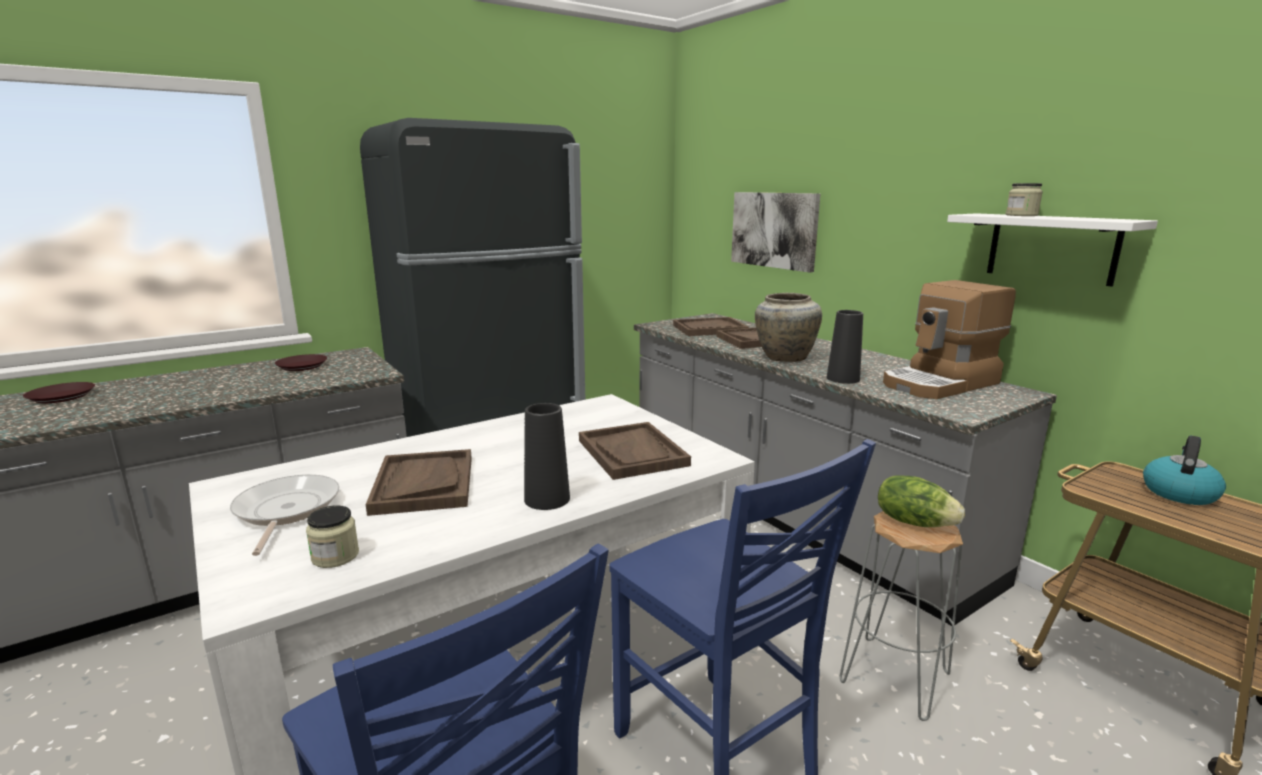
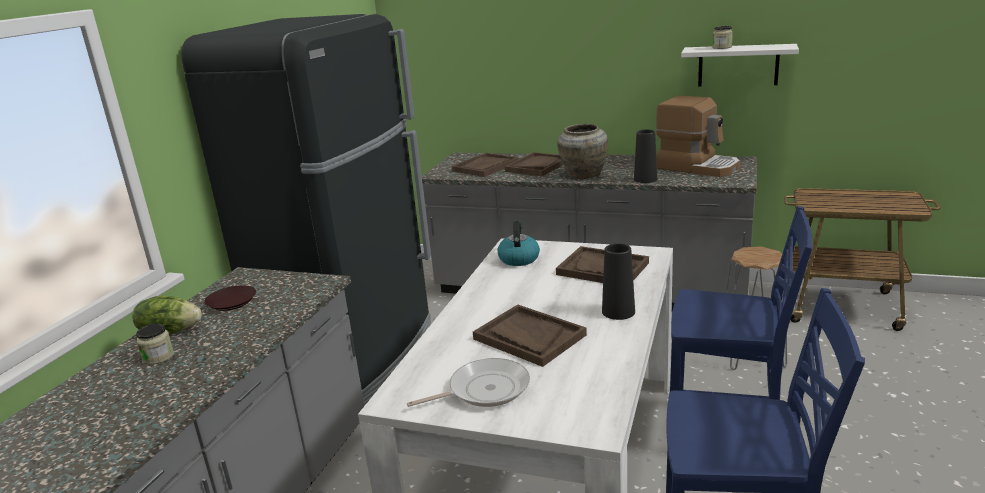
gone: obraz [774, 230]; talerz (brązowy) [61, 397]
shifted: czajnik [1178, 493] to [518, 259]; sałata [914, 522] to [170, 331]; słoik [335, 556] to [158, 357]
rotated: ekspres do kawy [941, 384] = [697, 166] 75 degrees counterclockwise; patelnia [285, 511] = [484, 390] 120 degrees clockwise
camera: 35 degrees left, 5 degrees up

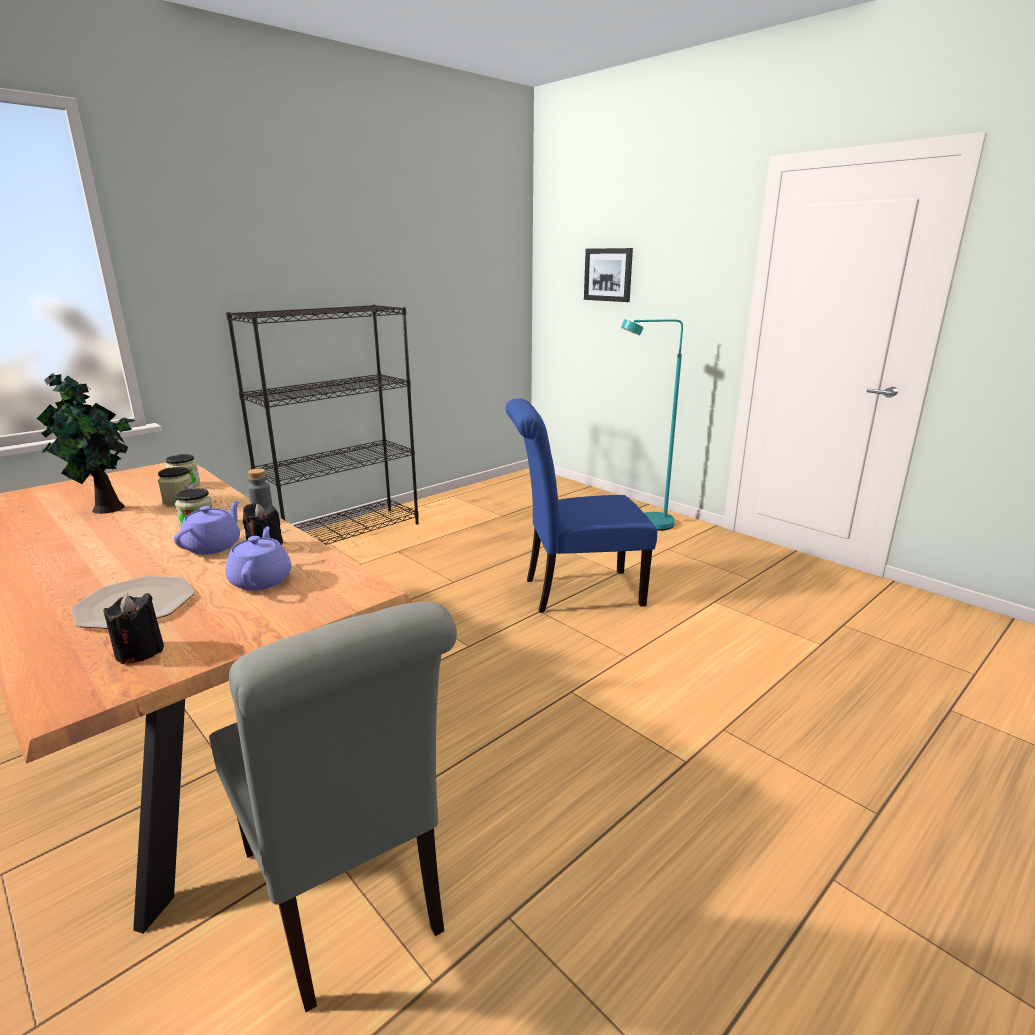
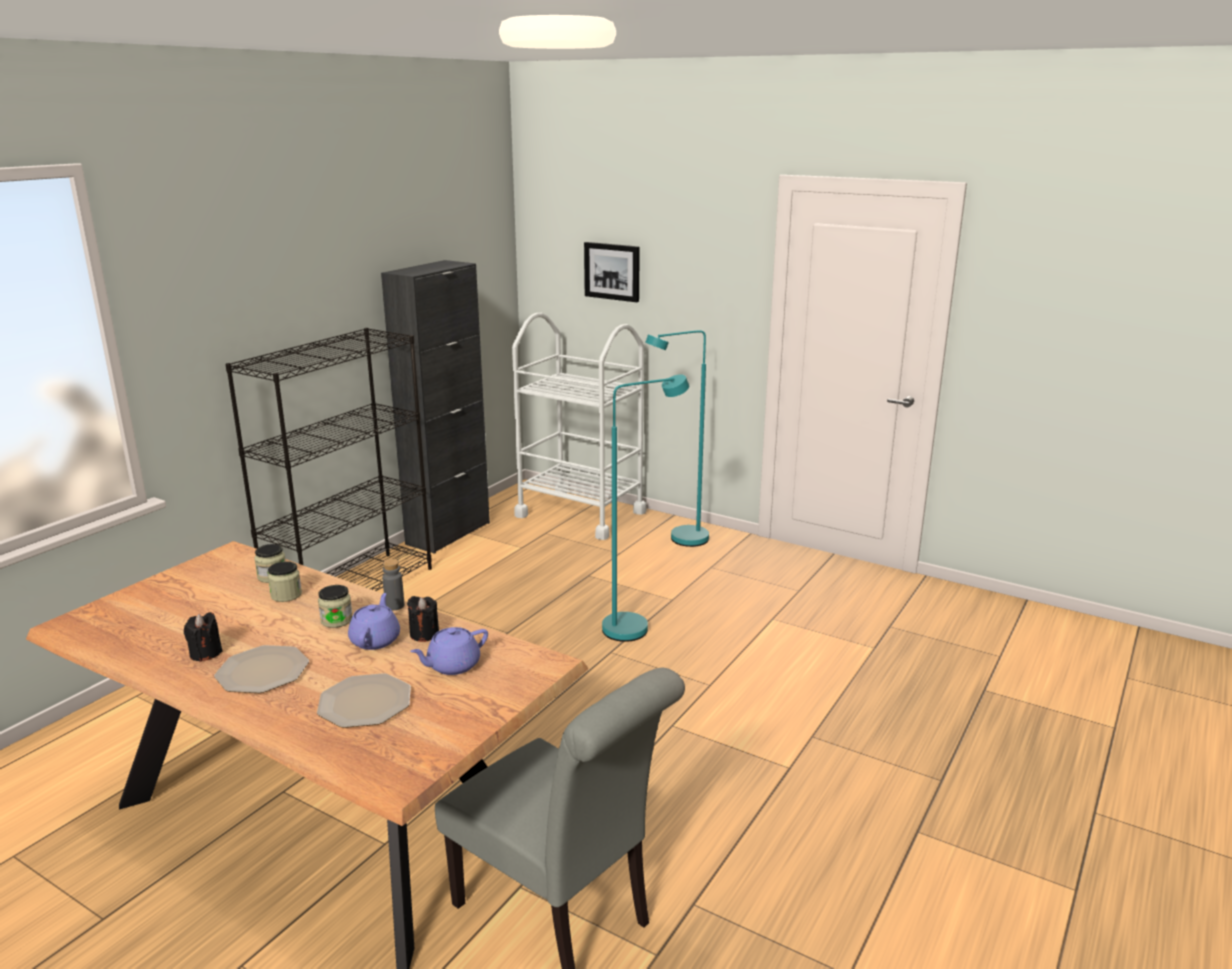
gone: roślina doniczkowa [106, 509]
new: szafka (czarny) [448, 533]; wózek (biały) [581, 514]; talerz [261, 671]
shifted: świeca (czarny) [140, 651] to [206, 653]
swapped: krzesło (niebieski) [575, 592] to lampa stojąca (turkusowy) [637, 627]
rotated: imbryk (fioletowy) [261, 580] = [452, 666] 105 degrees counterclockwise
camera: 15 degrees left, 0 degrees up

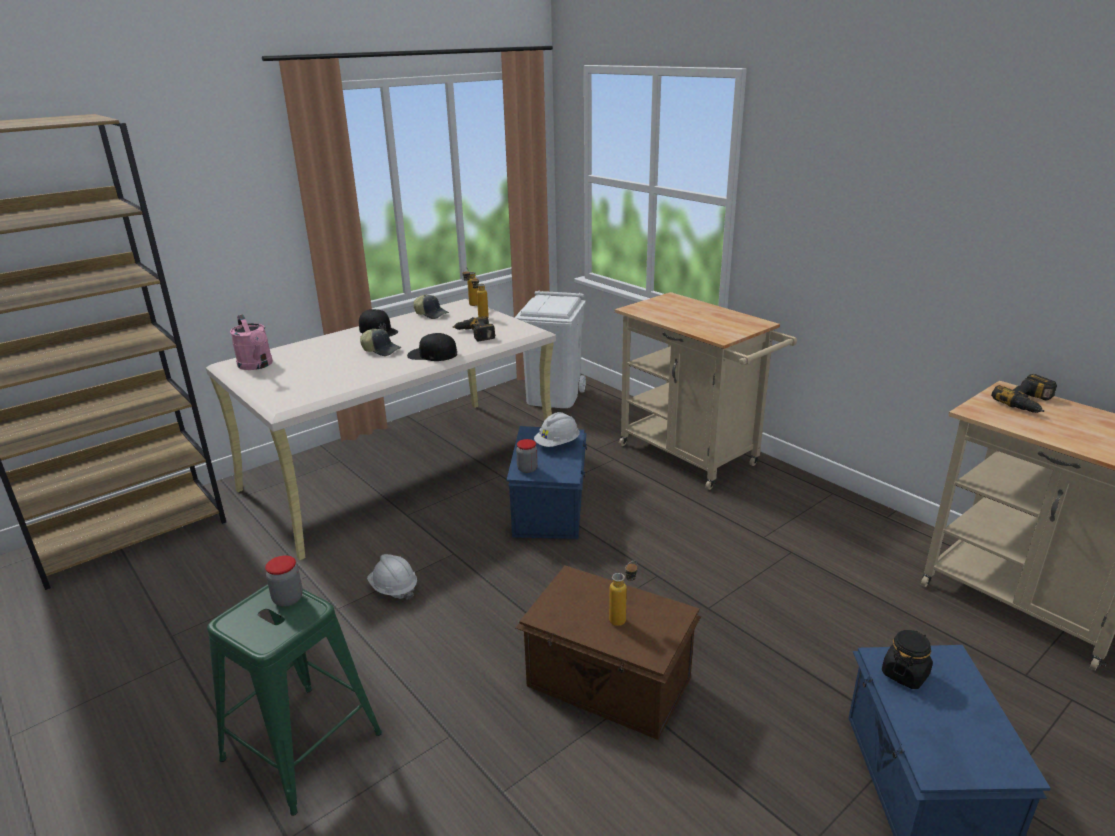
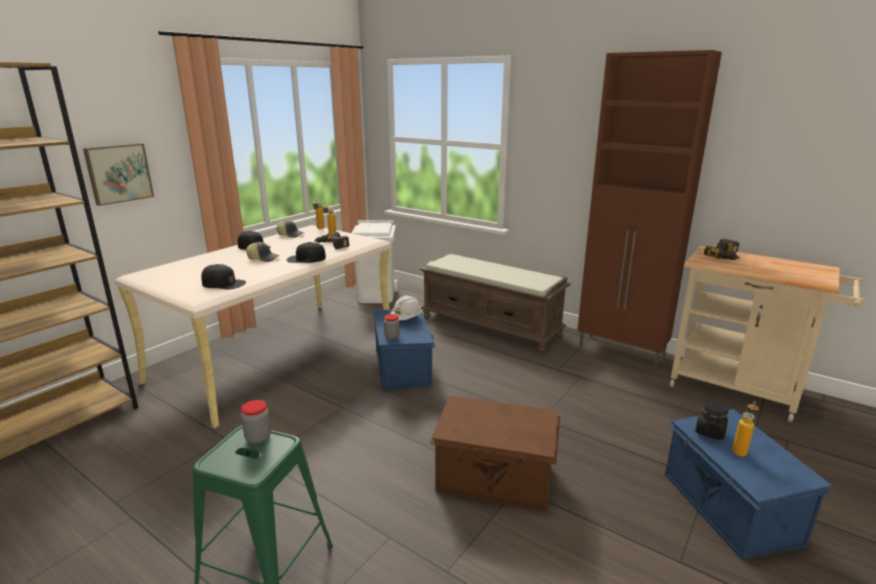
gone: konewka (różowy) [257, 365]; kask (biały) [393, 589]
new: szafka (brązowy) [622, 351]; obraz [118, 173]; czapka z daszkiem (czarny) [223, 283]
shifted: butelka [623, 618] to [740, 450]
swapped: wózek (beżowy) [694, 458] to ławka (brązowy) [491, 326]
camera: 15 degrees left, 5 degrees down

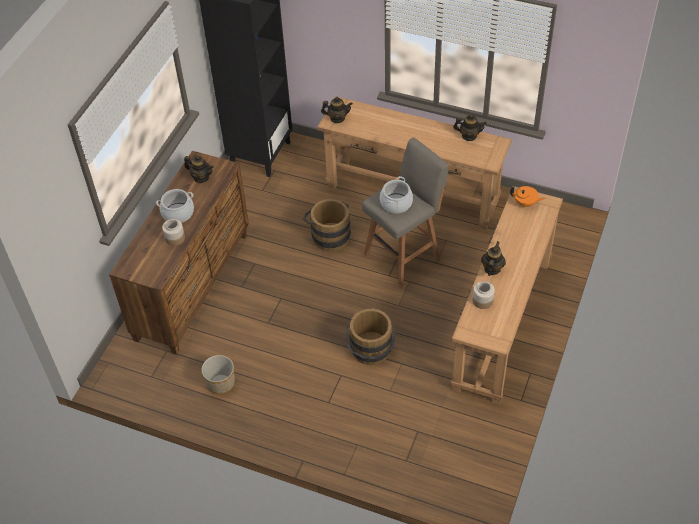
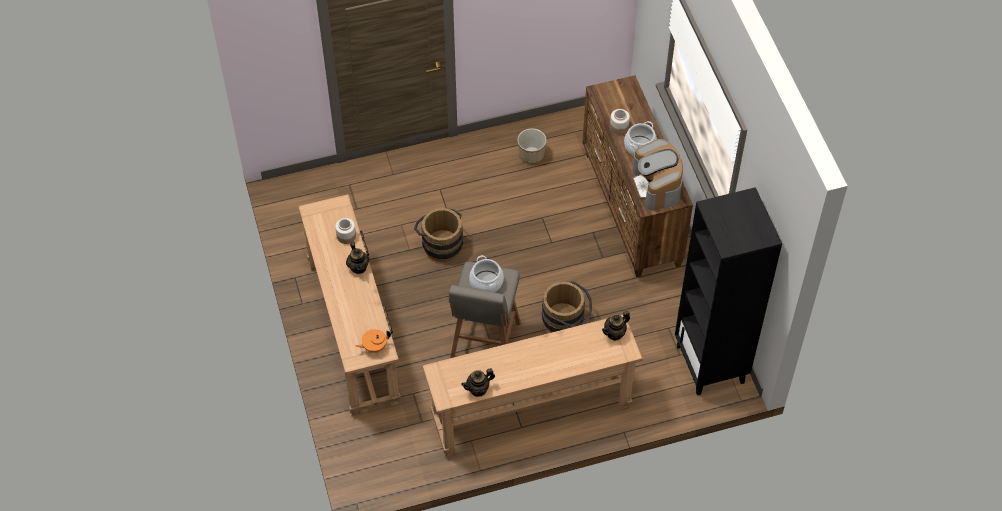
swapped: imbryk [201, 177] to ekspres do kawy [657, 186]
camera: 140 degrees right, 5 degrees up

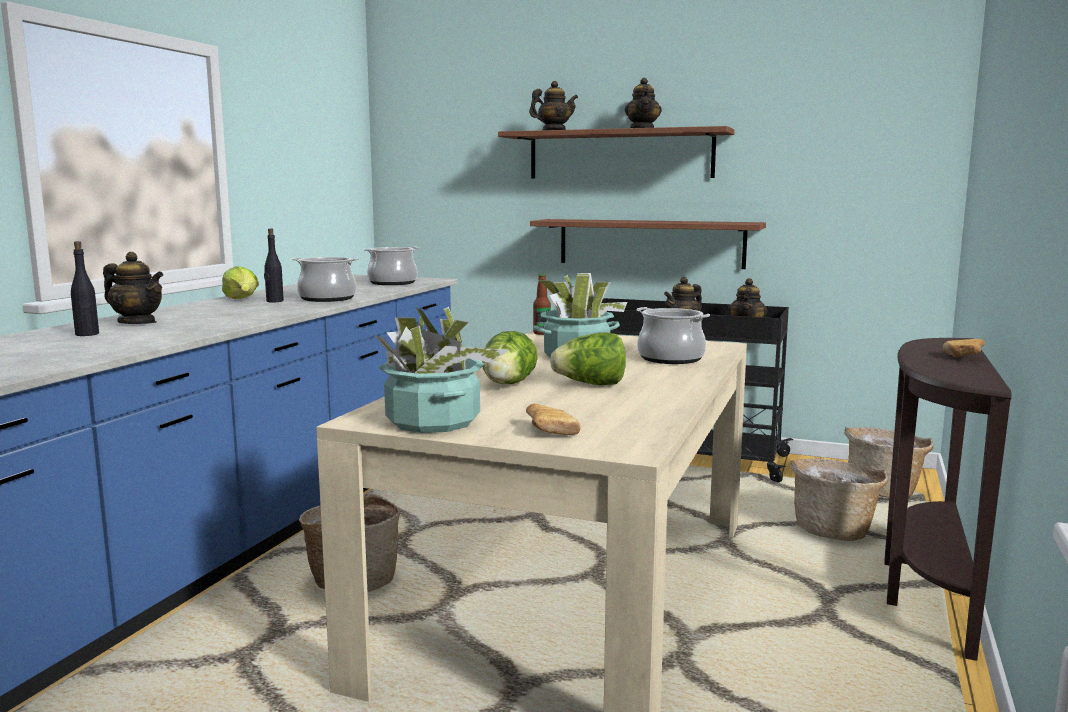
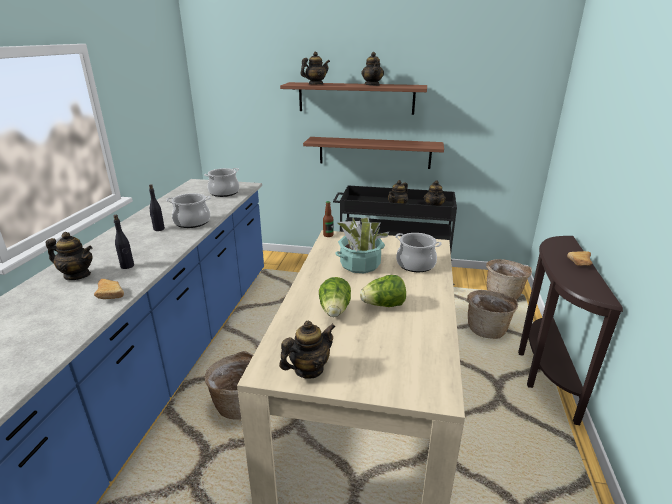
gone: sałata [243, 299]
shifted: butelka (czarny) [87, 334] to [127, 266]; chleb [548, 430] to [109, 293]
swapped: roślina doniczkowa [433, 421] to imbryk [308, 369]
camera: 10 degrees left, 15 degrees up

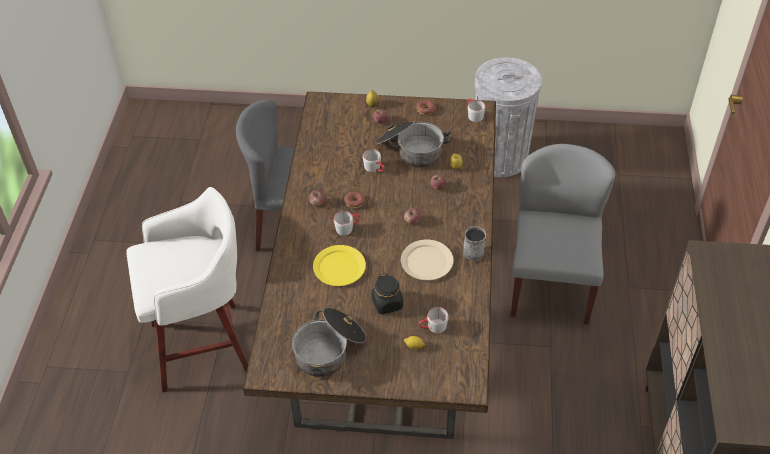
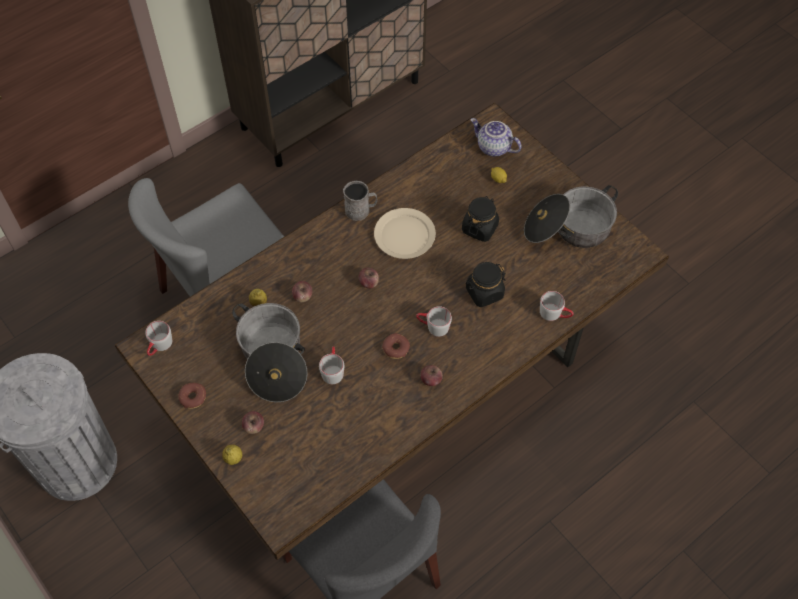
gone: stołek (biały) [204, 346]
new: imbryk [493, 148]
shifted: kubek (szary) [433, 327] to [555, 314]
swapped: talerz (żółty) [339, 267] to słoik (czarny) [484, 293]
camera: 135 degrees left, 10 degrees up

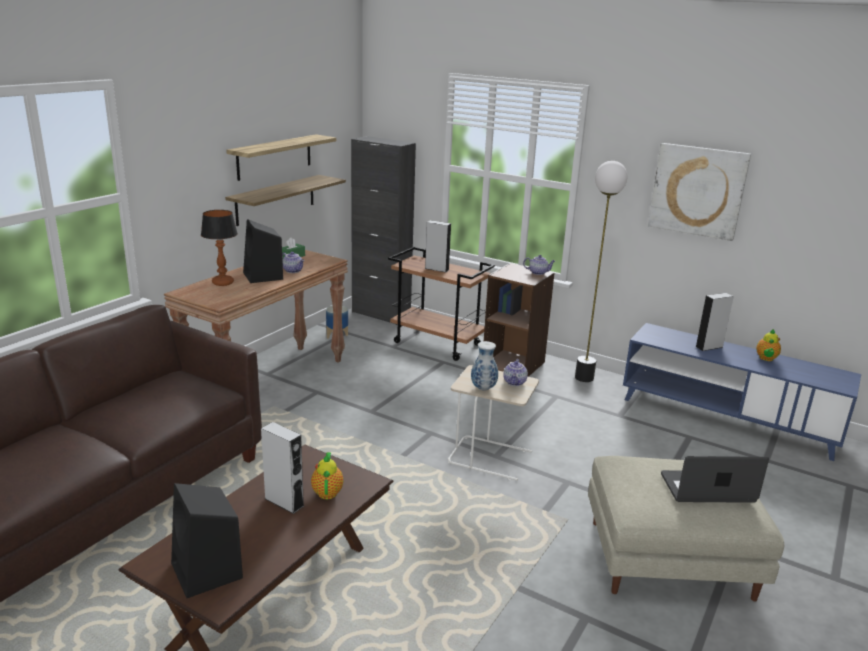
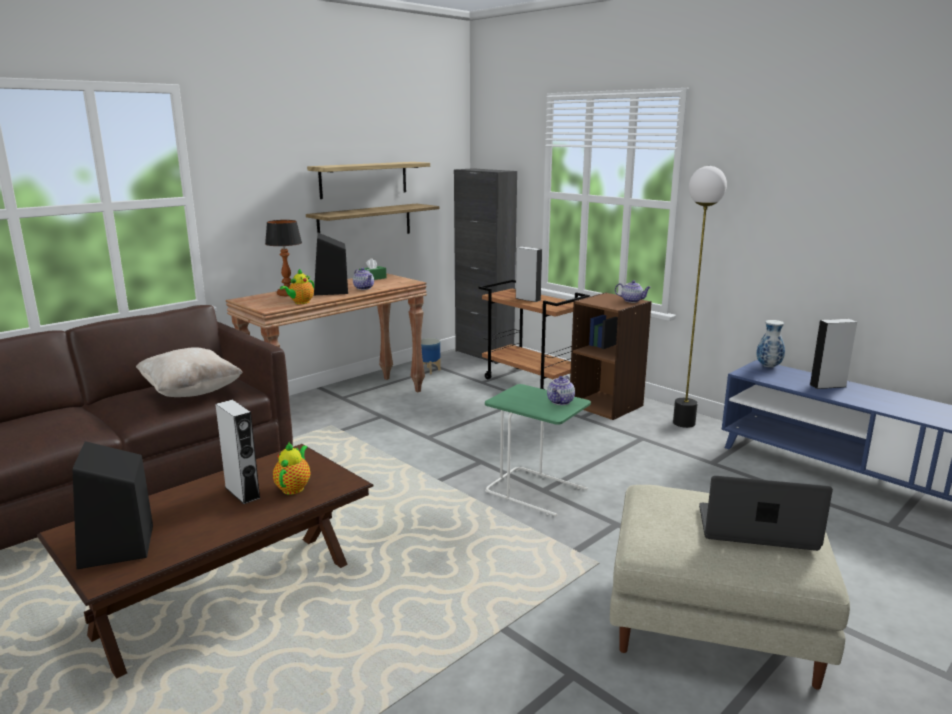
gone: obraz [697, 191]
new: poduszka (beżowy) [191, 392]
shifted: imbryk [766, 359] to [300, 303]; wazon [483, 388] to [768, 366]
repainted: stolik (beżowy) [490, 457] to stolik (zielony) [536, 491]
camera: 15 degrees right, 5 degrees down

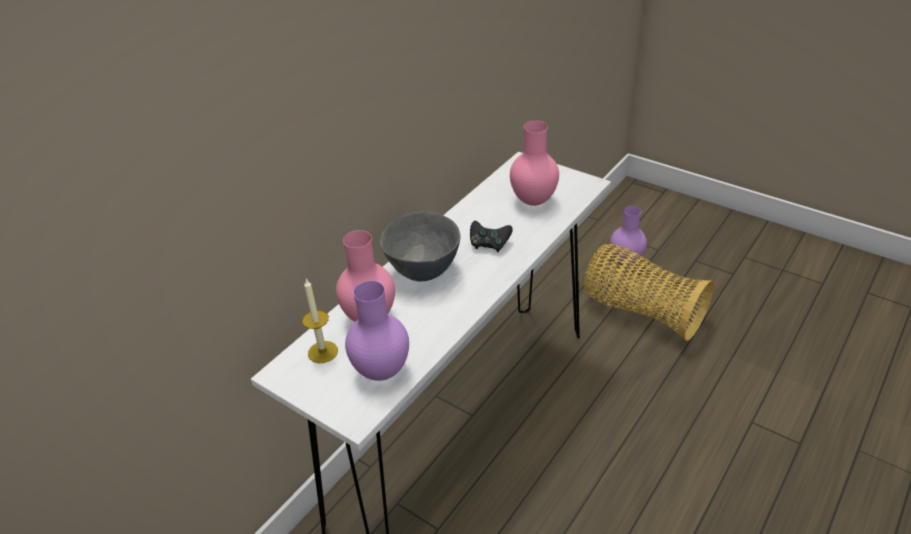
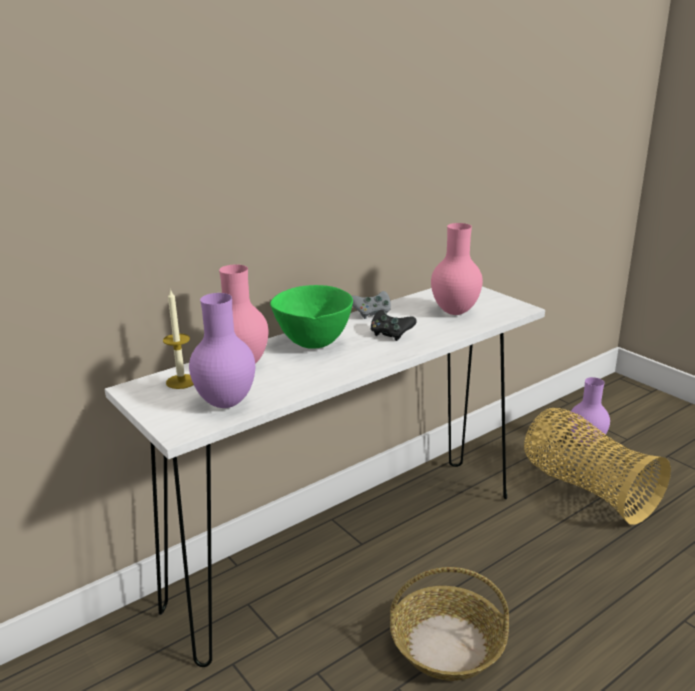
new: pad do gier (szary) [371, 313]; koszyk [446, 645]
repainted: miska (szary) [424, 272] to miska (zielony) [314, 344]
camera: 15 degrees right, 15 degrees down

